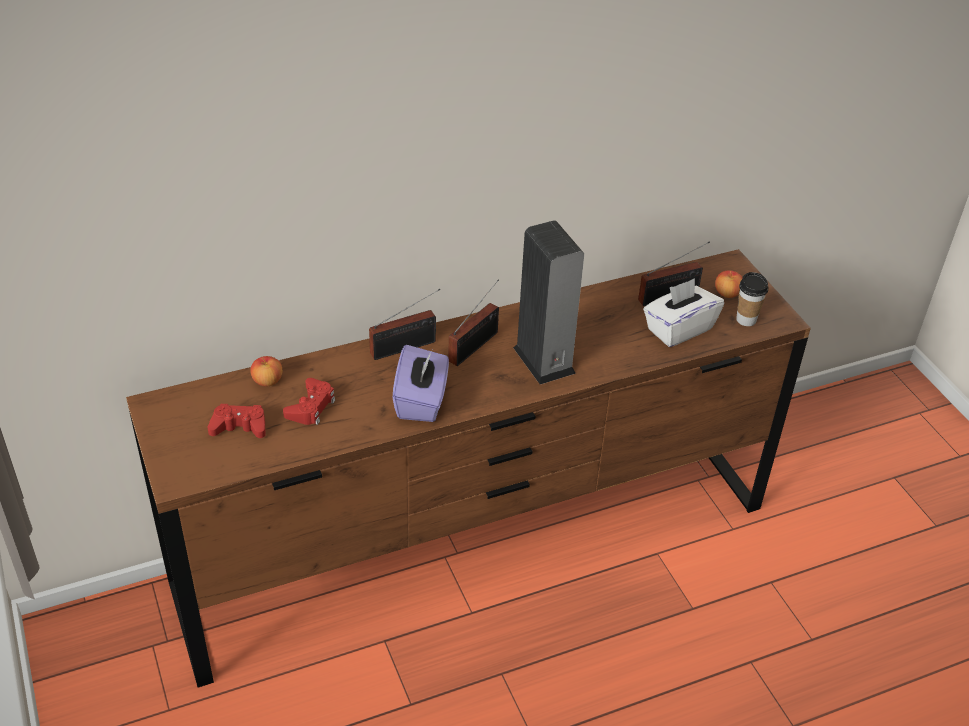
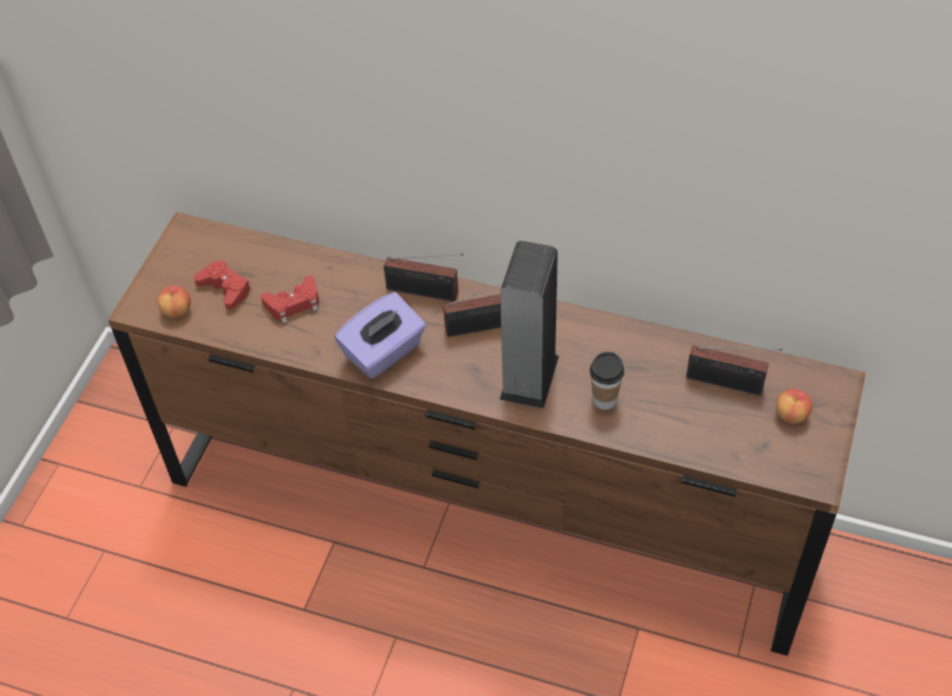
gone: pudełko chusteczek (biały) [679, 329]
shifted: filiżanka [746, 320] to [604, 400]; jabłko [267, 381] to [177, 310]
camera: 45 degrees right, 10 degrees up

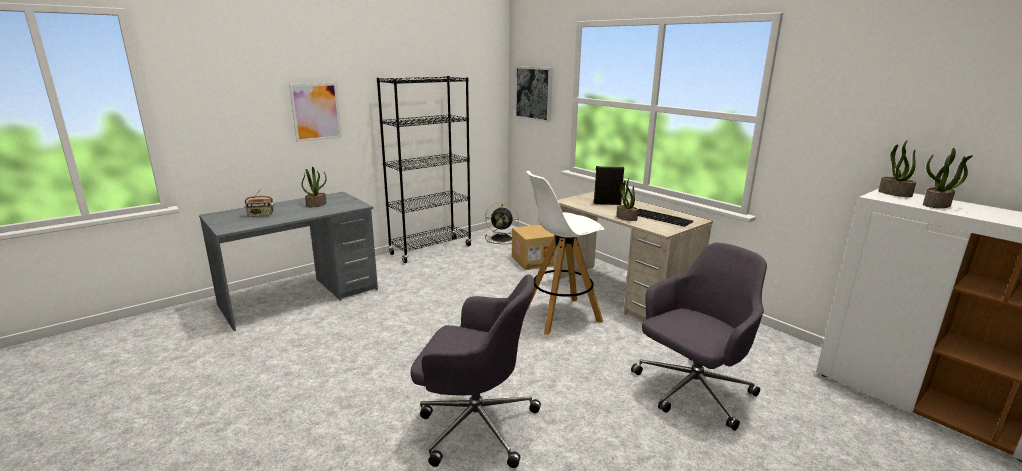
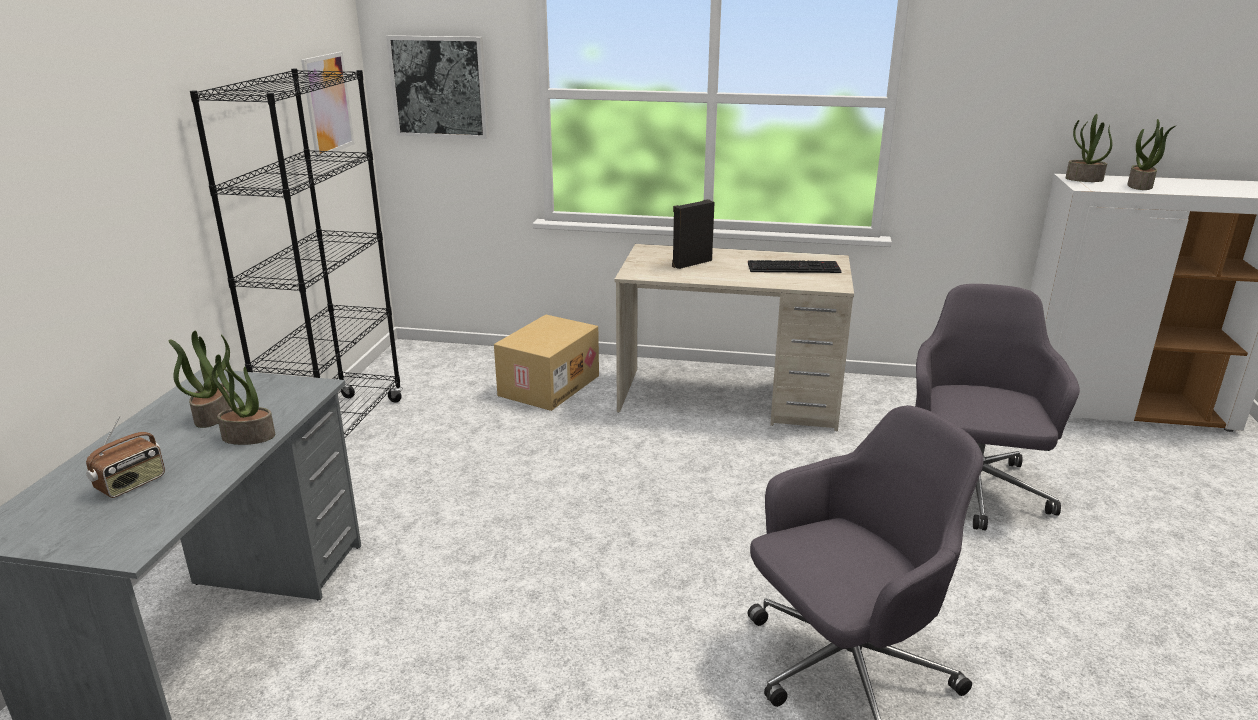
gone: stołek (biały) [560, 315]; wentylator (czarny) [502, 238]
shifted: obraz [316, 112] to [328, 104]; roślina doniczkowa [626, 218] to [247, 437]
camera: 40 degrees left, 5 degrees up

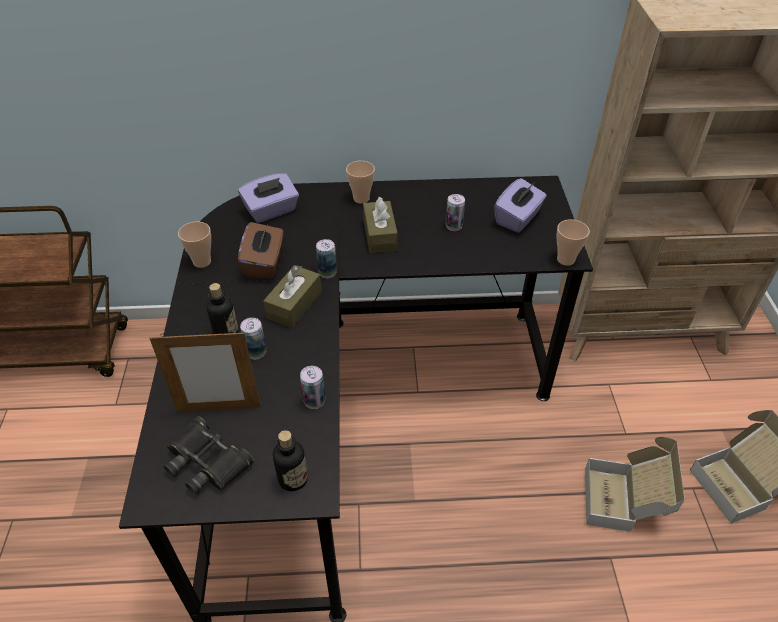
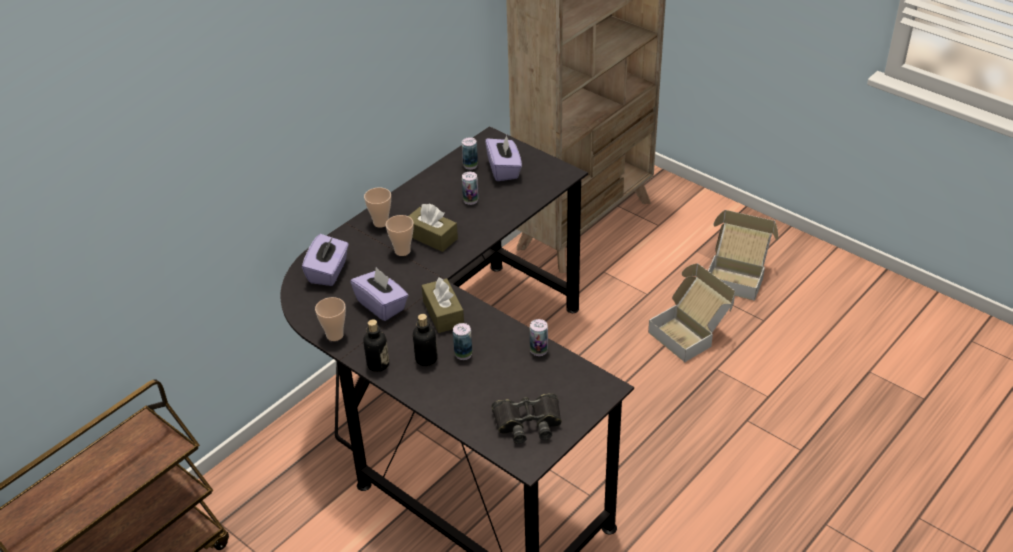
gone: ramka na zdjęcie [219, 408]
shifted: filiżanka [565, 259] to [402, 251]; puszka [327, 272] to [470, 165]; butelka [293, 479] to [378, 364]
repainted: pudełko chusteczek (brązowy) [264, 263] to pudełko chusteczek (fioletowy) [382, 305]
camera: 45 degrees left, 5 degrees down

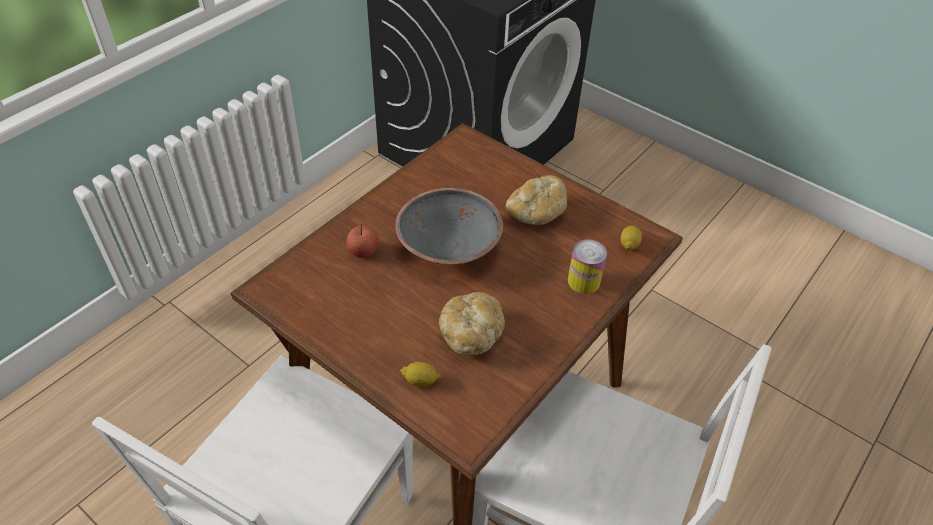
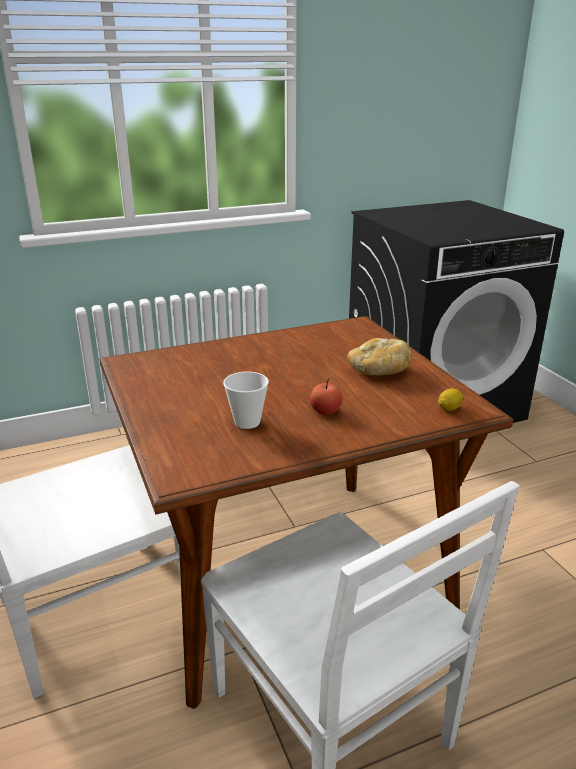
gone: miska (szary) [449, 246]; puszka [583, 281]; cytryna [420, 381]
shifted: jabłko [363, 251] to [325, 411]
swapped: chleb [471, 333] to filiżanka [247, 422]
camera: 30 degrees right, 20 degrees down

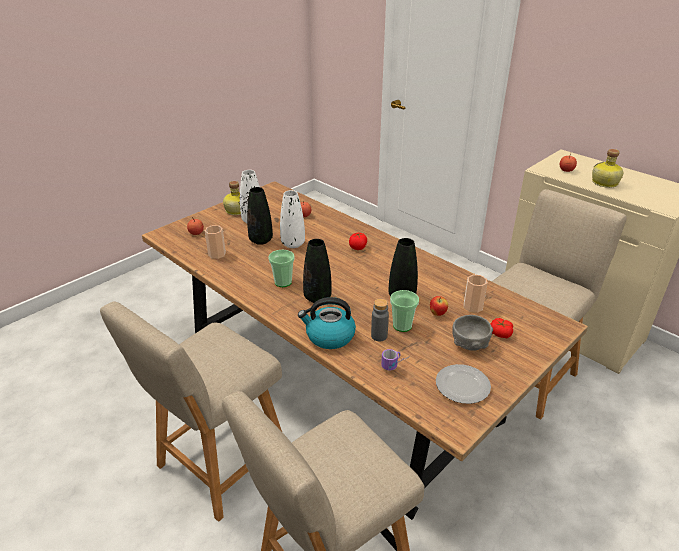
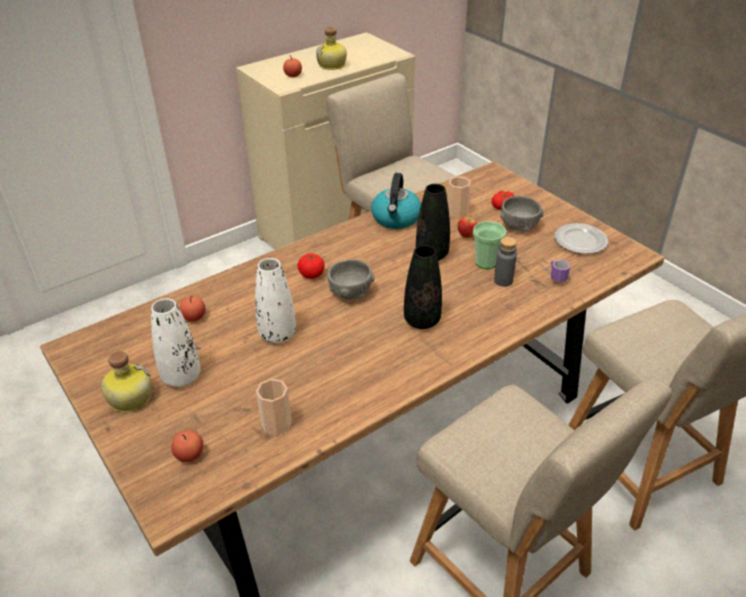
gone: wazon (czarny) [261, 240]; filiżanka [283, 282]
new: miska (szary) [350, 293]
shifted: czajnik [329, 336] to [396, 219]
camera: 80 degrees left, 5 degrees up

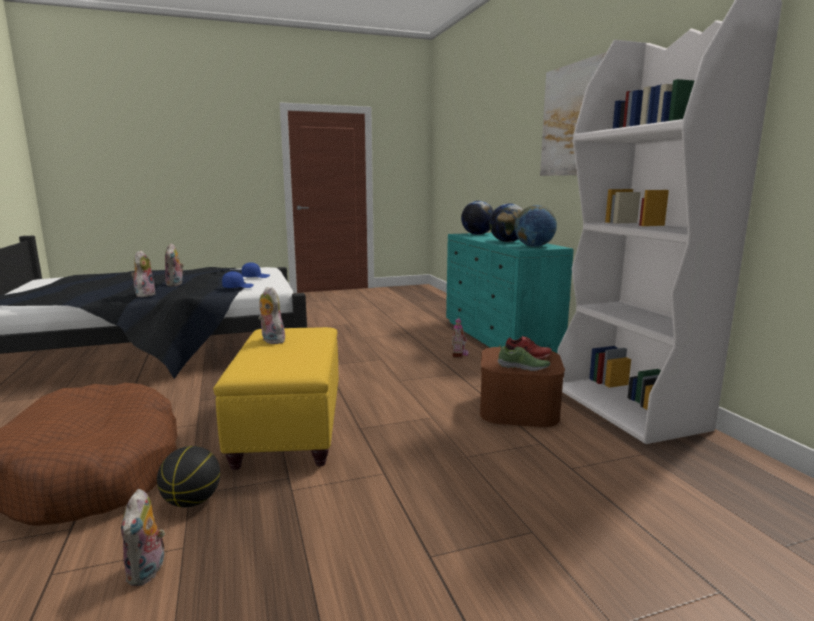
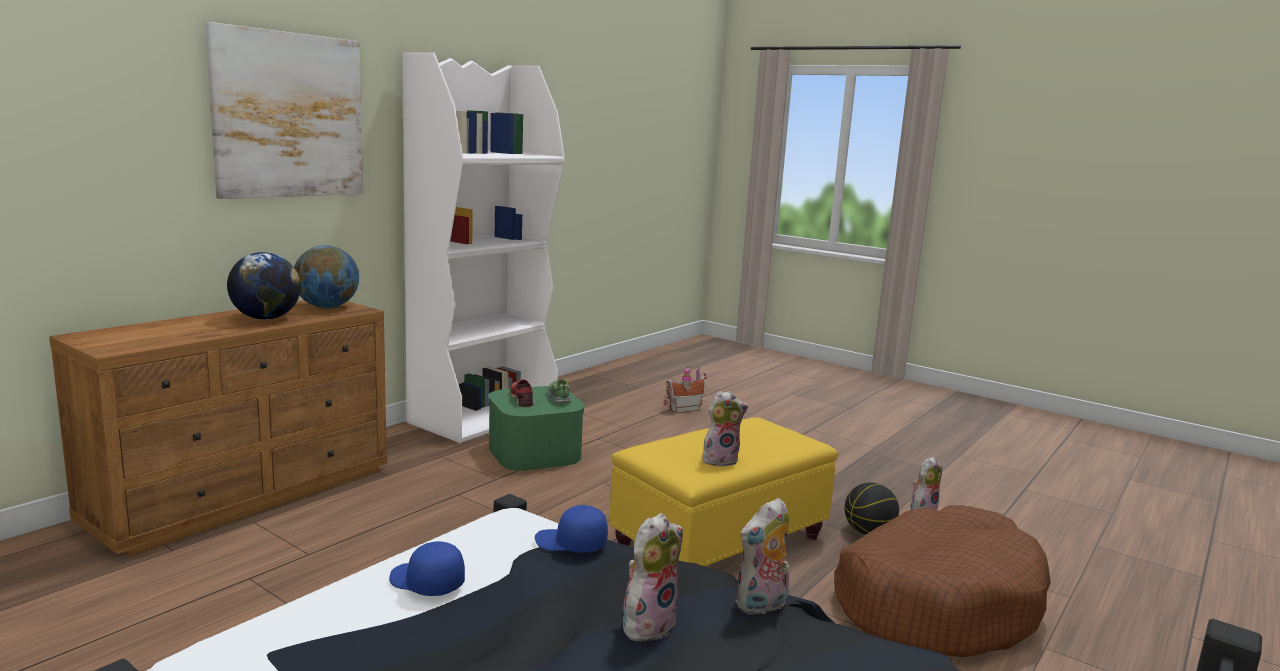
gone: globus [477, 234]
shifted: domek [460, 353] to [683, 409]
repainted: komoda (turkusowy) [499, 337] to komoda (brązowy) [246, 494]; pojemnik do przechowywania (brązowy) [518, 408] to pojemnik do przechowywania (zielony) [534, 452]
rotated: pluszak [271, 340] = [720, 460] 120 degrees counterclockwise
camera: 125 degrees left, 0 degrees up

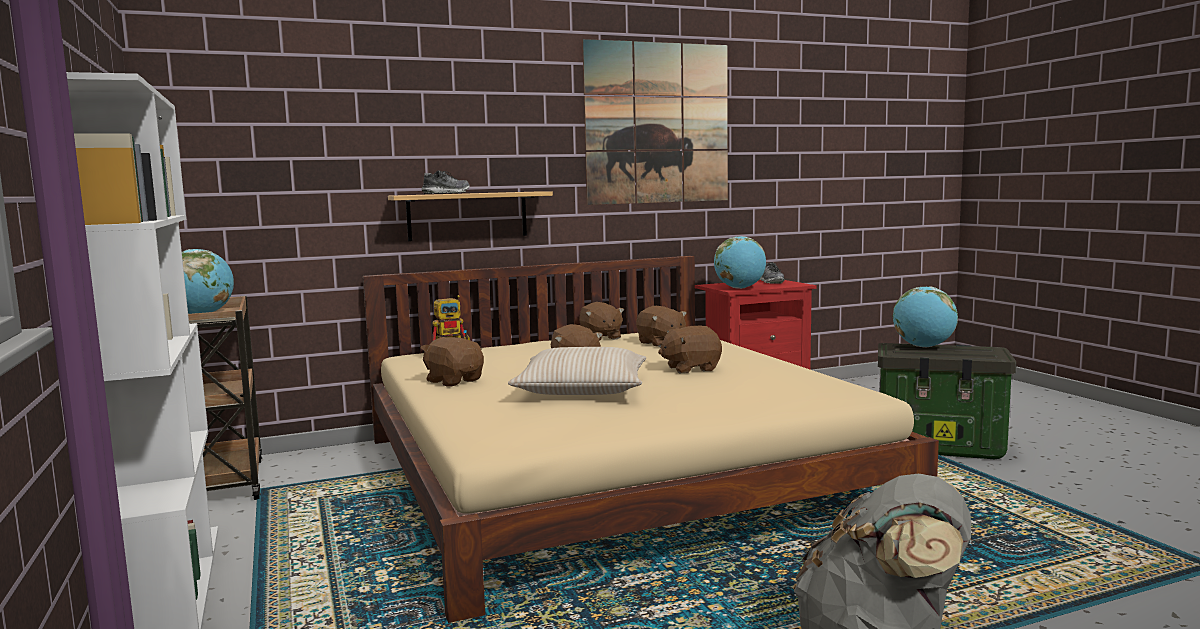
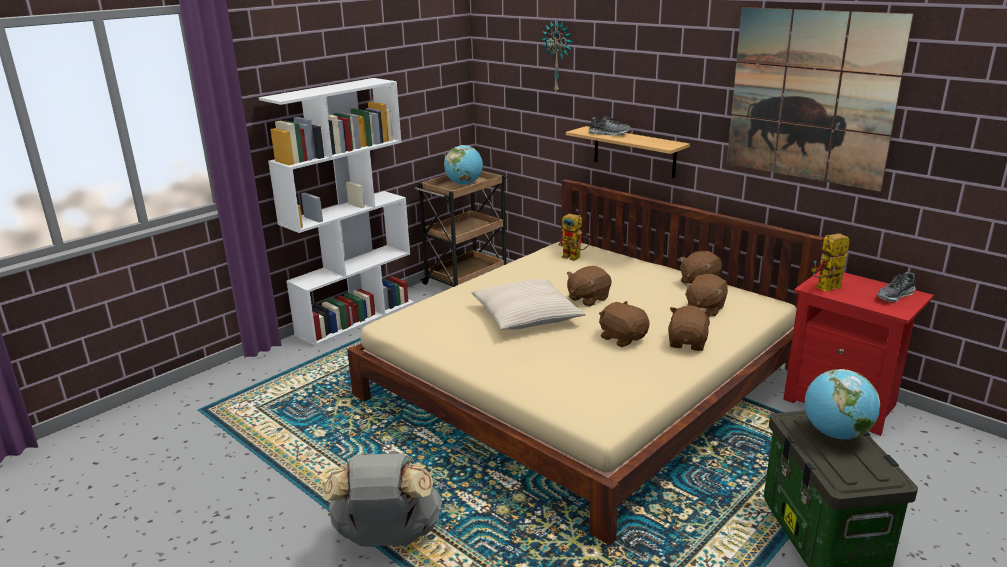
new: zegar ścienny [558, 56]
shifted: pluszak (brązowy) [454, 381] to [688, 343]
swapped: globus [740, 288] to robot zabawkowy [825, 289]
camera: 65 degrees right, 15 degrees up

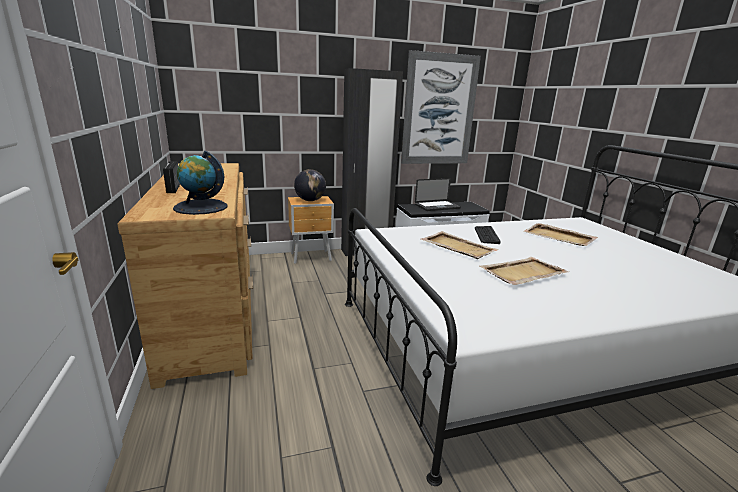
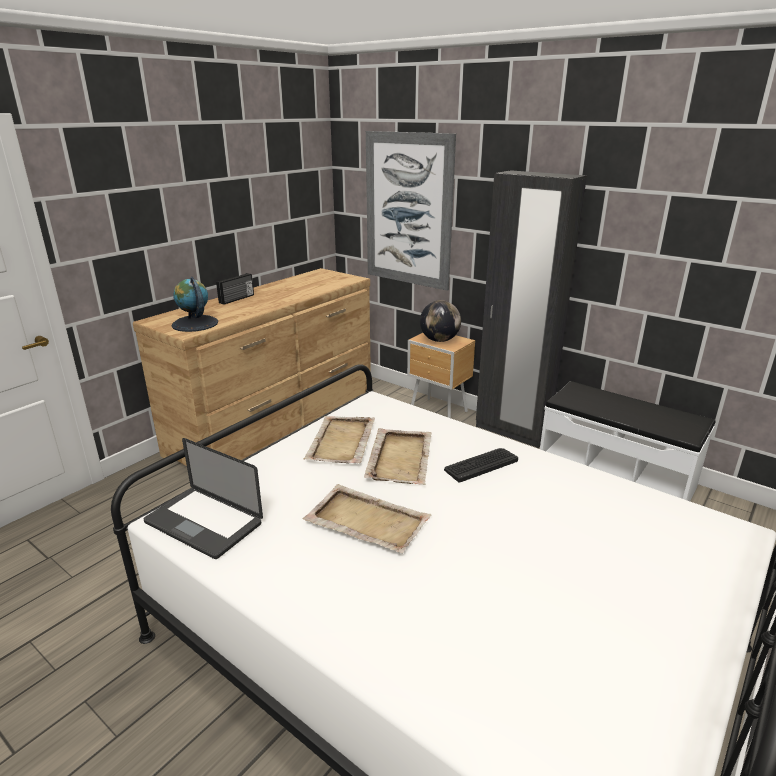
shifted: obraz [439, 110] to [408, 210]; laptop [437, 206] to [203, 523]; taca (beżowy) [559, 237] to [341, 442]
camera: 55 degrees right, 5 degrees up

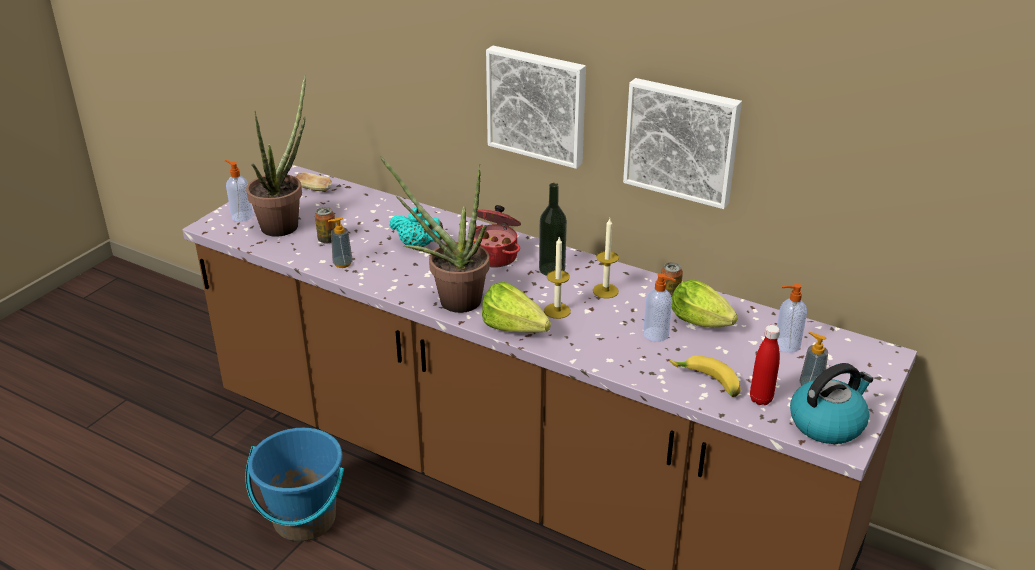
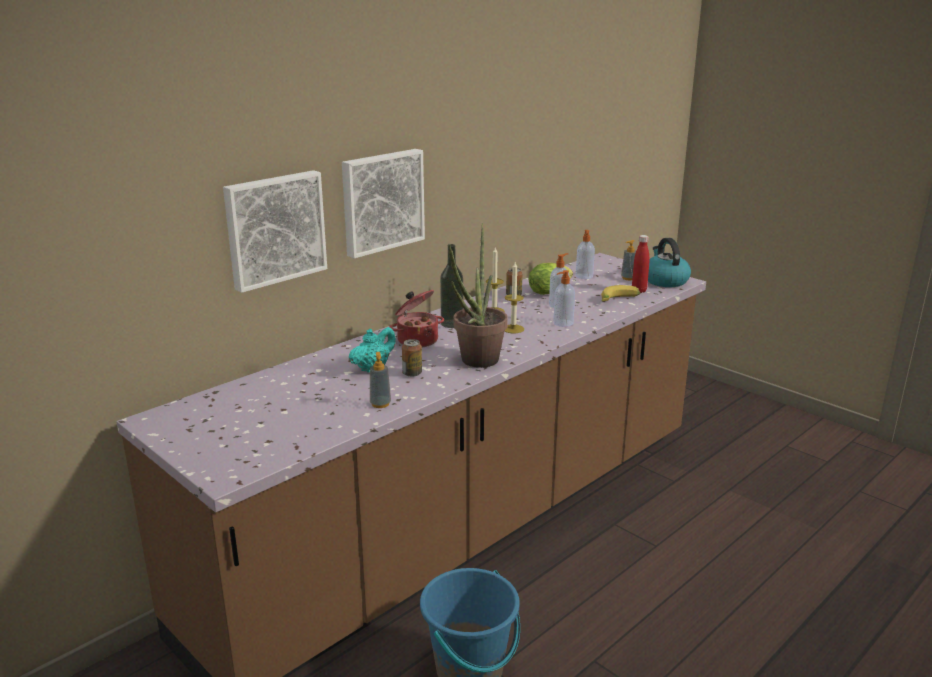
gone: roślina doniczkowa [285, 223]; chleb [314, 189]; sałata [518, 331]
shifted: obraz [682, 141] to [274, 229]; dozownik mydła [241, 216] to [562, 323]; puszka [327, 239] to [412, 373]
camera: 75 degrees left, 10 degrees down

